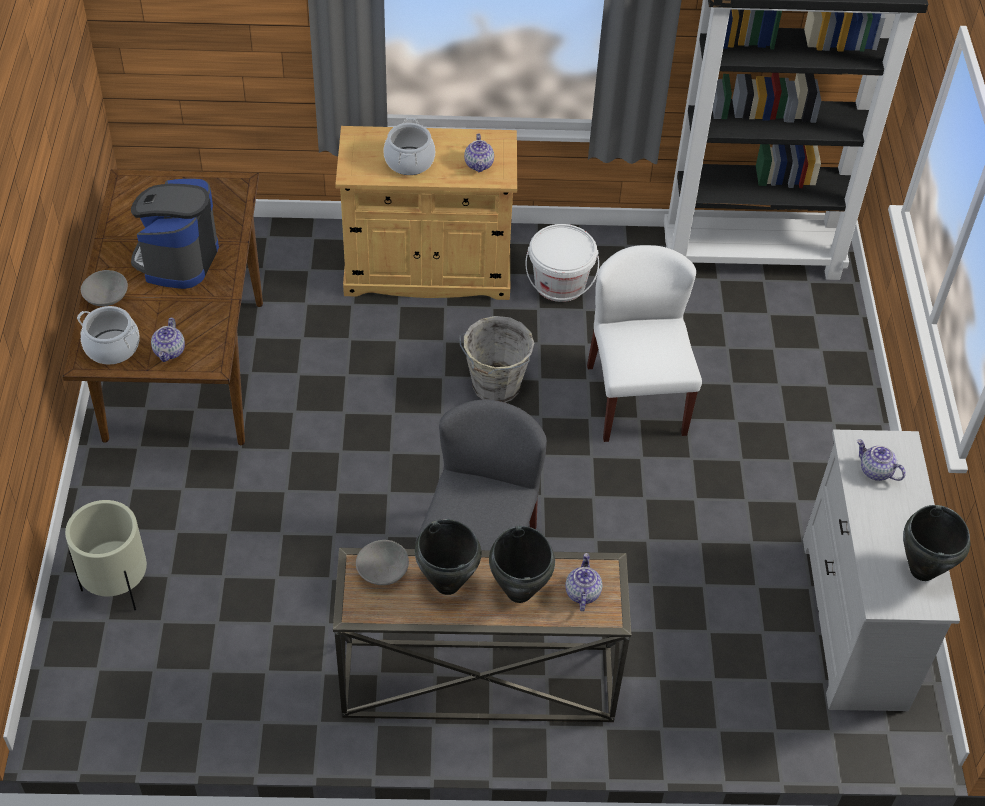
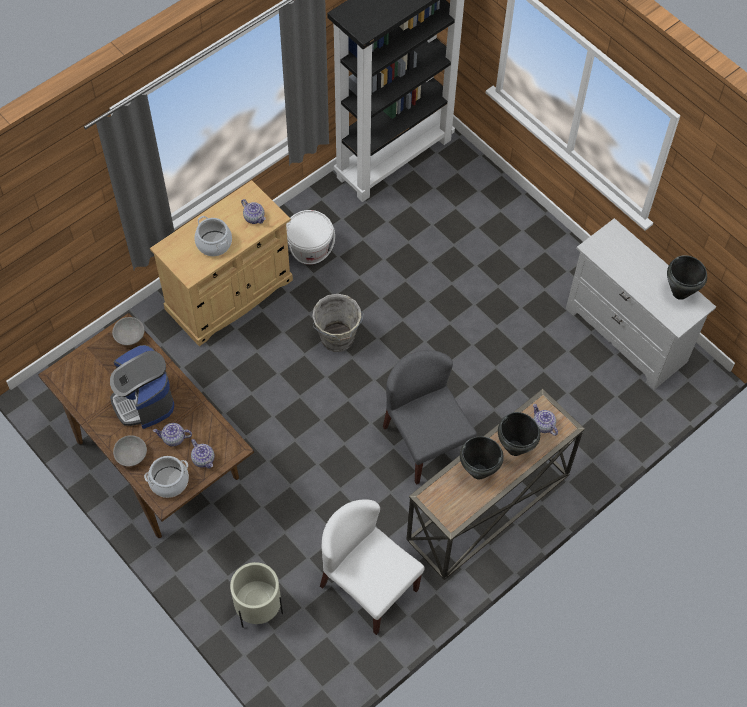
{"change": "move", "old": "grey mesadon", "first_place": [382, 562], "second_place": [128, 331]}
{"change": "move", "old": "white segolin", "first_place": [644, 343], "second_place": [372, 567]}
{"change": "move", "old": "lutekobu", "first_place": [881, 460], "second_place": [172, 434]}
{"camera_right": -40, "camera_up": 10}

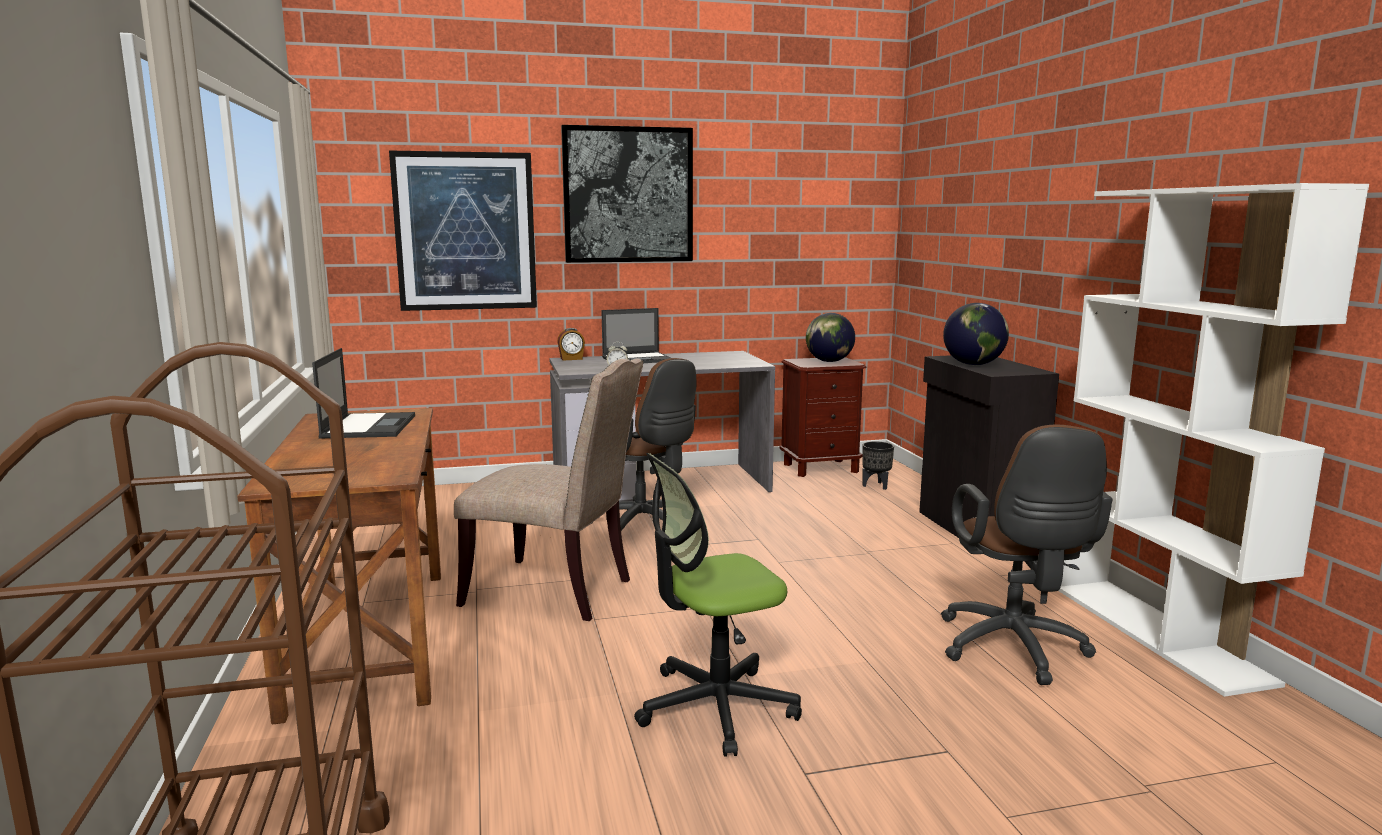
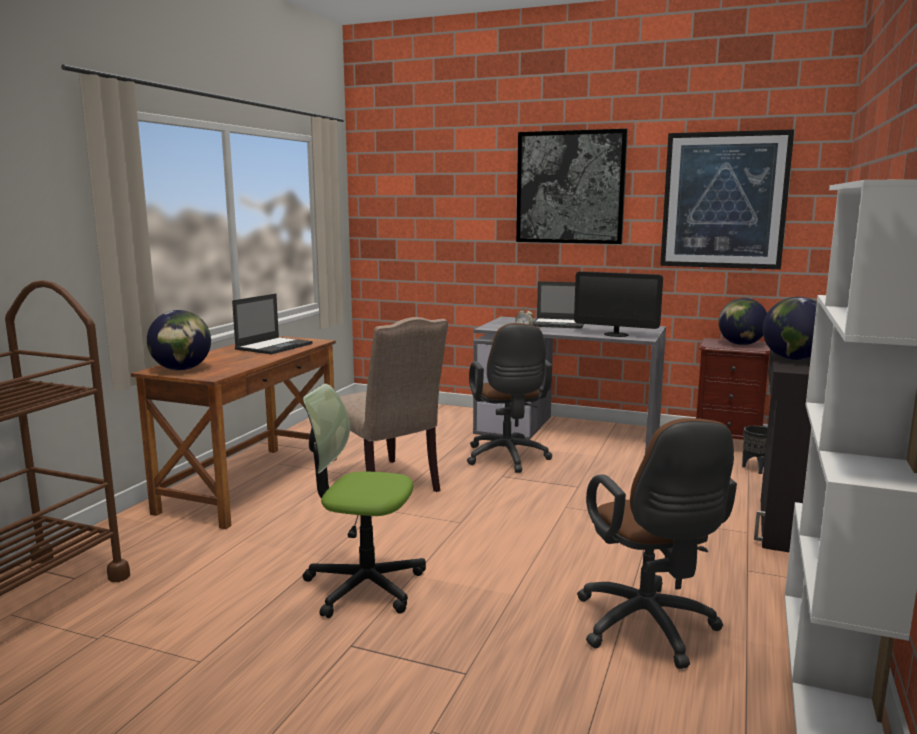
{"change": "move", "old": "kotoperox", "first_place": [463, 231], "second_place": [727, 199]}
{"change": "delete", "old": "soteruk", "first_place": [571, 344]}
{"change": "rotate", "old": "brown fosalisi", "first_place": [1026, 554], "second_place": [657, 543], "degrees": -45}
{"change": "insert", "new": "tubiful", "second_place": [179, 340]}
{"change": "insert", "new": "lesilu", "second_place": [618, 304]}
{"camera_right": 35, "camera_up": 0}

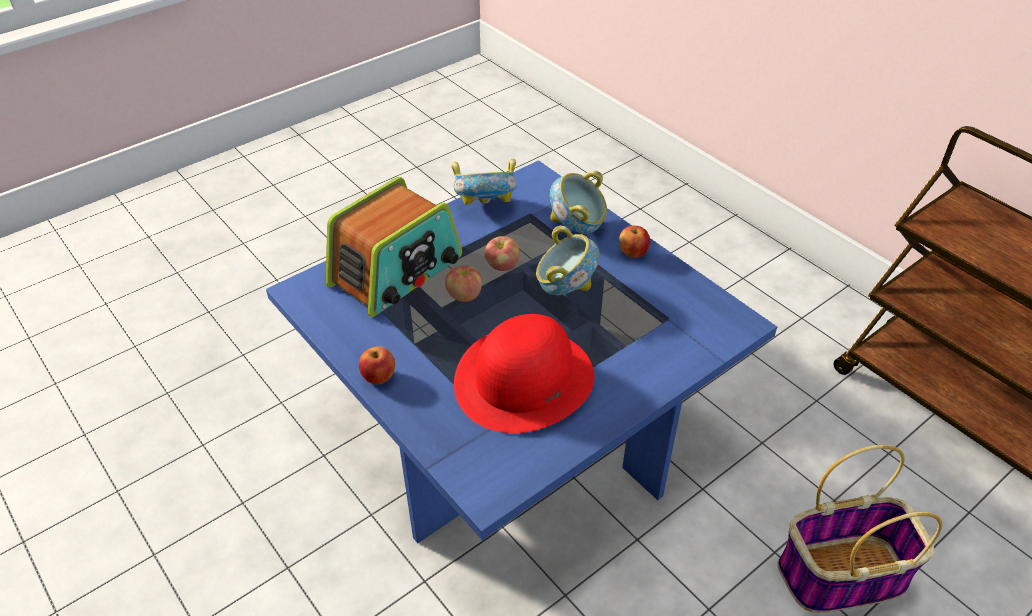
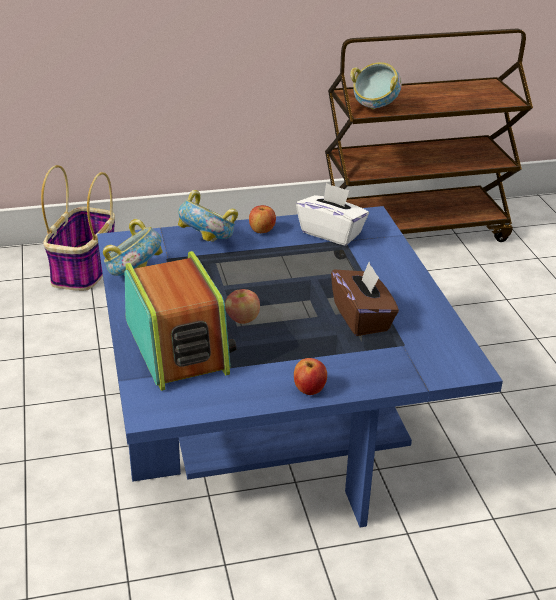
{"change": "replace", "old": "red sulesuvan", "new": "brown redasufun", "first_place": [524, 373], "second_place": [365, 299]}
{"change": "delete", "old": "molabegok", "first_place": [502, 253]}
{"change": "move", "old": "mesadon", "first_place": [568, 260], "second_place": [376, 86]}
{"change": "move", "old": "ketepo", "first_place": [859, 529], "second_place": [78, 228]}
{"change": "insert", "new": "white redasufun", "second_place": [332, 214]}
{"camera_right": -65, "camera_up": -10}

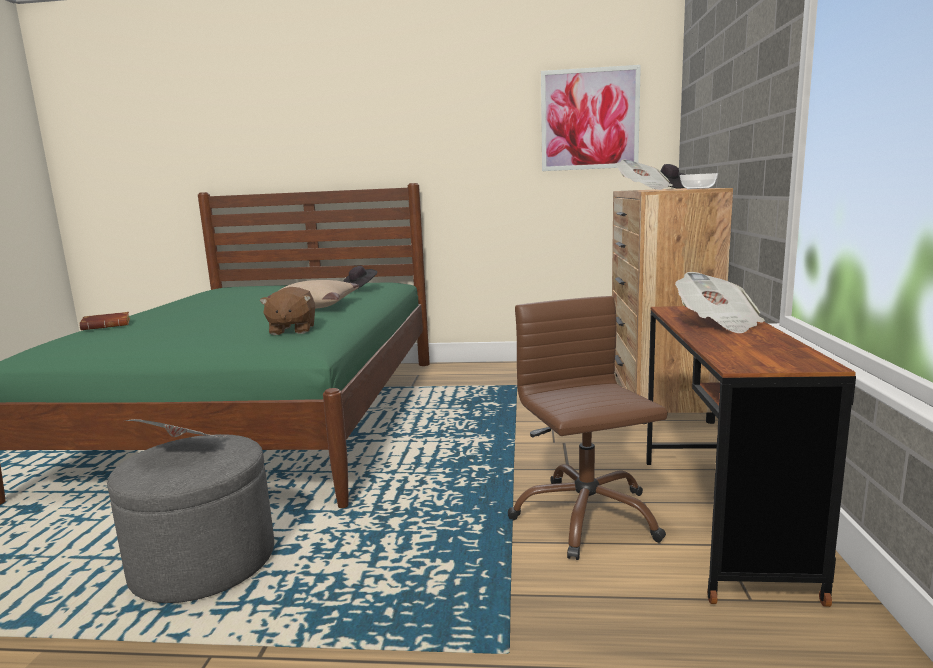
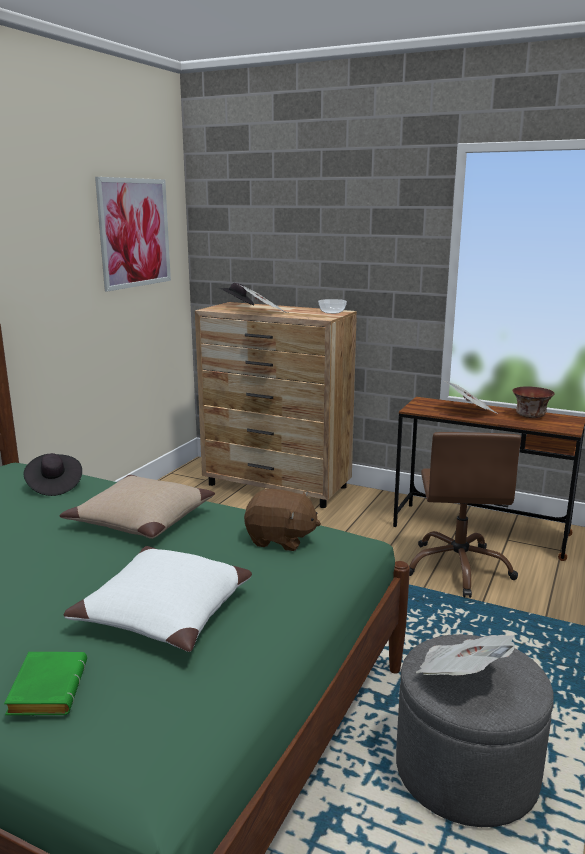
{"change": "recolor", "old": "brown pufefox", "new": "green pufefox", "first_place": [104, 321], "second_place": [45, 683]}
{"change": "rotate", "old": "brown fosalisi", "first_place": [588, 428], "second_place": [465, 515], "degrees": -90}
{"change": "insert", "new": "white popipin", "second_place": [157, 599]}
{"change": "insert", "new": "mesadon", "second_place": [533, 402]}
{"camera_right": -70, "camera_up": 5}

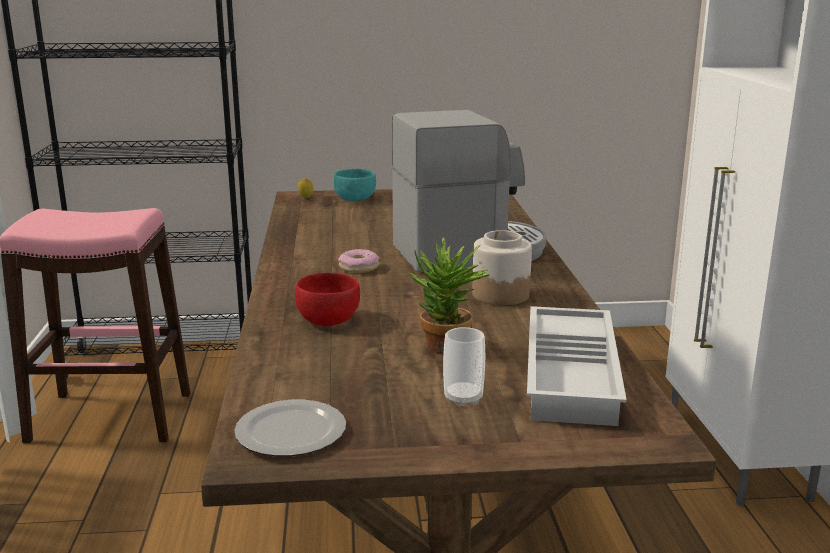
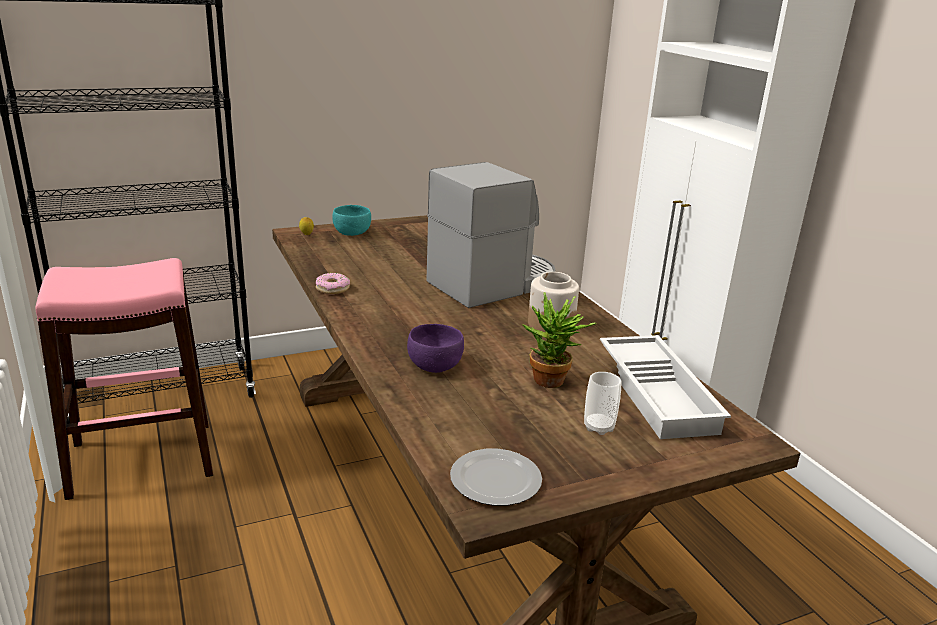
{"change": "recolor", "old": "red mesadon", "new": "purple mesadon", "first_place": [327, 299], "second_place": [435, 348]}
{"change": "move", "old": "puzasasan", "first_place": [359, 261], "second_place": [333, 283]}
{"camera_right": -20, "camera_up": 5}

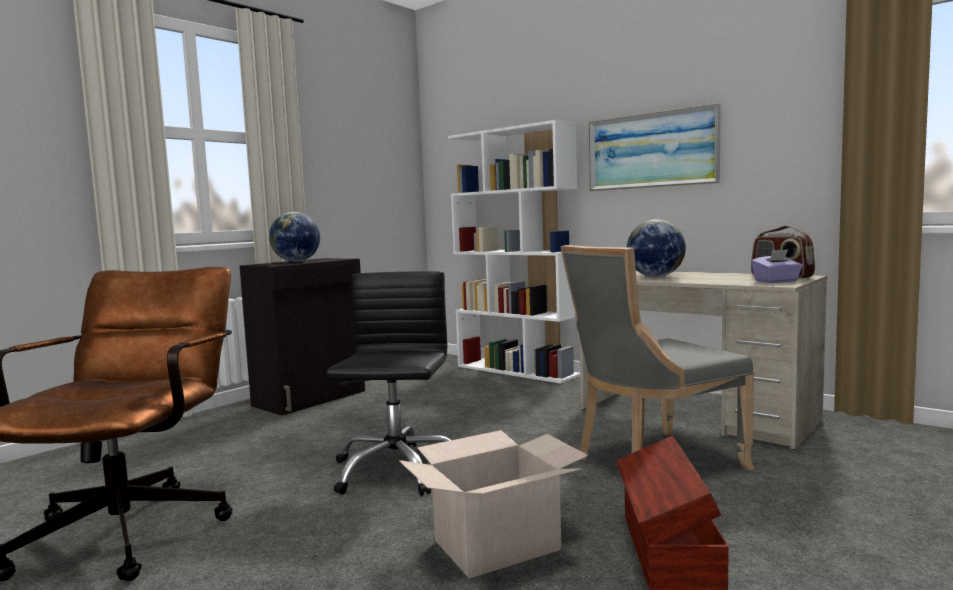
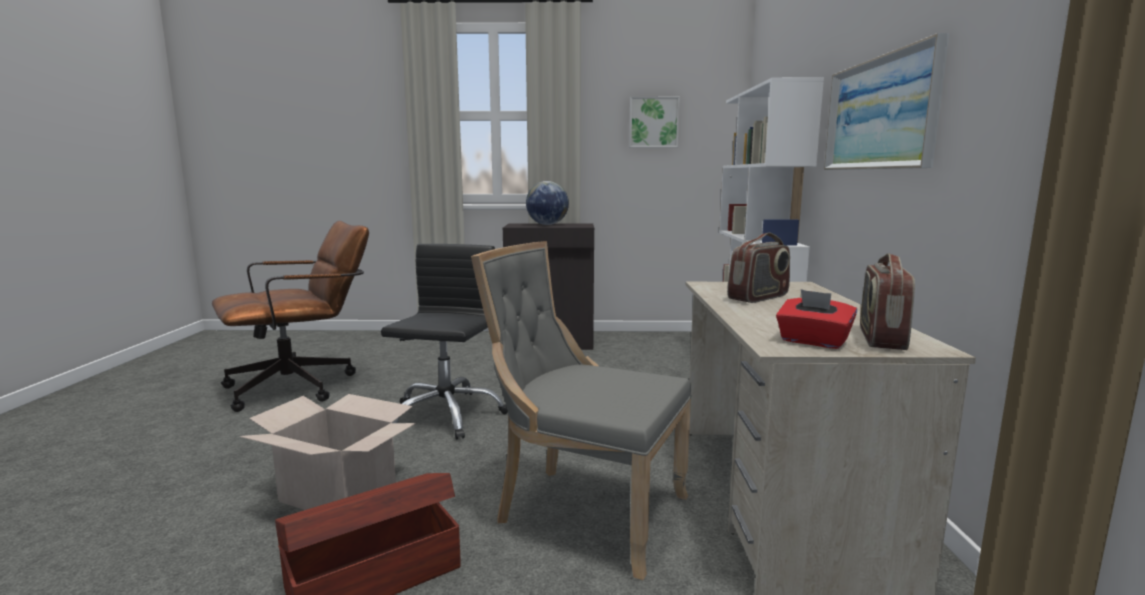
{"change": "rotate", "old": "black fosalisi", "first_place": [388, 383], "second_place": [444, 342], "degrees": -45}
{"change": "replace", "old": "tubiful", "new": "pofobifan", "first_place": [656, 248], "second_place": [758, 267]}
{"change": "recolor", "old": "purple redasufun", "new": "red redasufun", "first_place": [777, 266], "second_place": [816, 319]}
{"change": "insert", "new": "kotoperox", "second_place": [654, 122]}
{"camera_right": 50, "camera_up": 5}

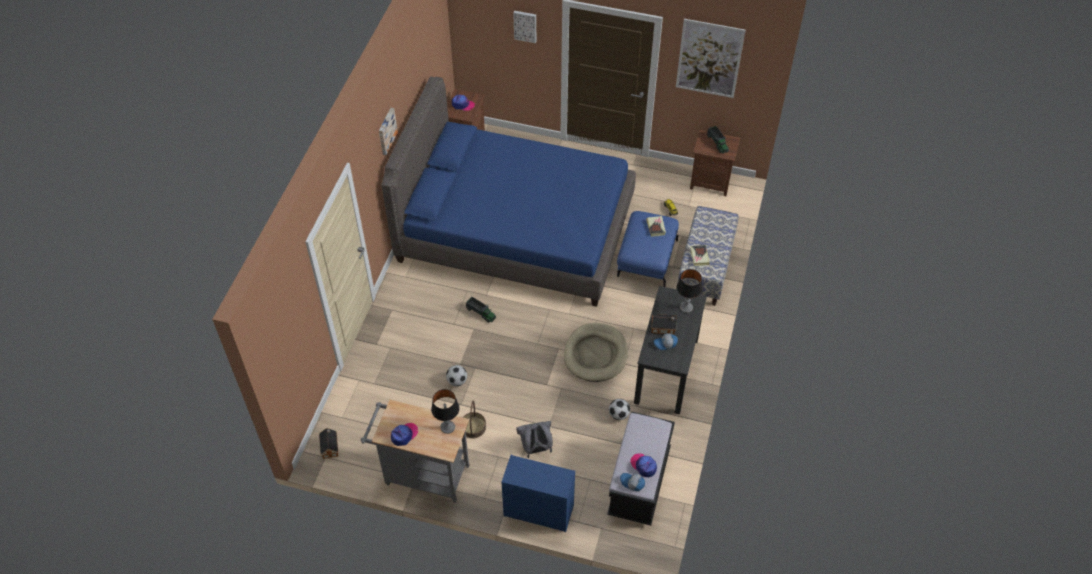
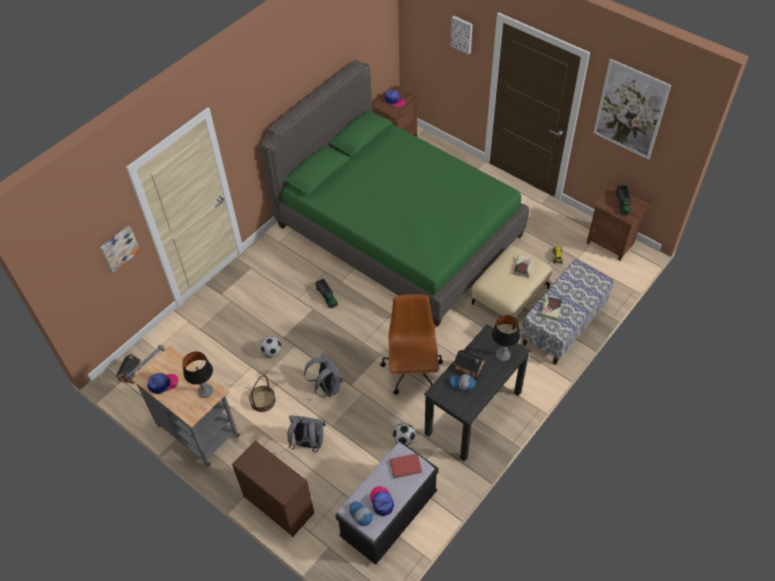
{"change": "move", "old": "kotoperox", "first_place": [388, 131], "second_place": [120, 249]}
{"change": "recolor", "old": "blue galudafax", "new": "green galudafax", "first_place": [508, 192], "second_place": [394, 193]}
{"change": "recolor", "old": "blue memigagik", "new": "brown memigagik", "first_place": [538, 493], "second_place": [273, 488]}
{"change": "replace", "old": "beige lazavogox", "new": "brown fosalisi", "first_place": [596, 352], "second_place": [411, 344]}
{"change": "recolor", "old": "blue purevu", "new": "beige purevu", "first_place": [648, 249], "second_place": [511, 288]}
{"change": "insert", "new": "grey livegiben", "second_place": [323, 375]}
{"change": "insert", "new": "red pufefox", "second_place": [406, 465]}
{"camera_right": 25, "camera_up": 0}

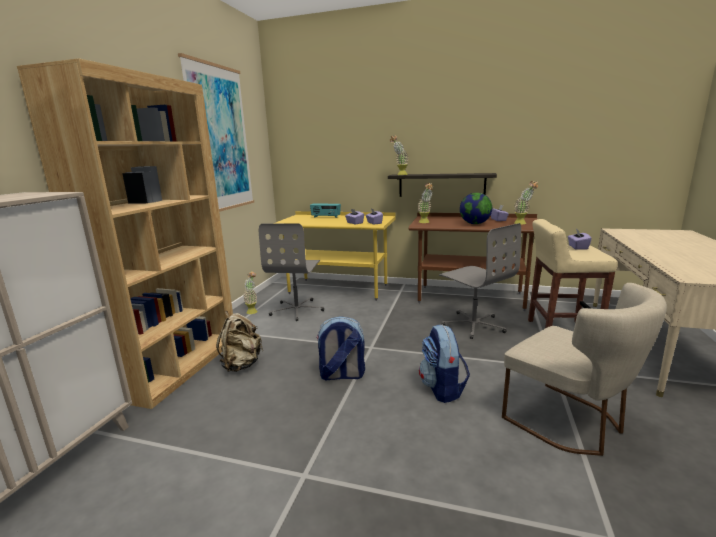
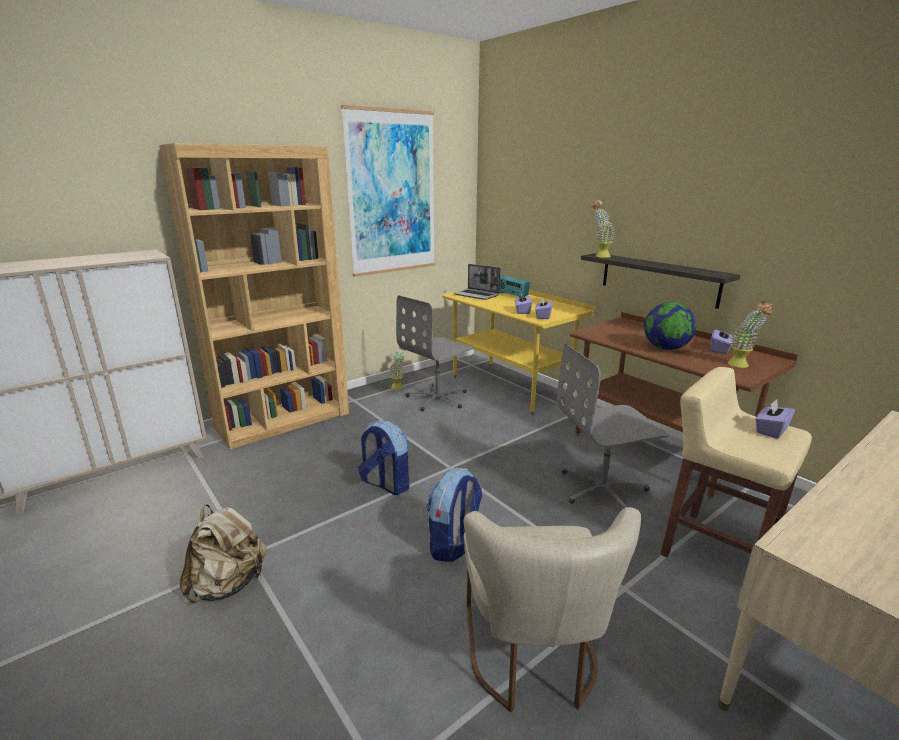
{"change": "move", "old": "beige livegiben", "first_place": [239, 341], "second_place": [223, 553]}
{"change": "delete", "old": "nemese", "first_place": [425, 203]}
{"change": "rotate", "old": "grey fosalisi", "first_place": [480, 281], "second_place": [613, 426], "degrees": 75}
{"change": "insert", "new": "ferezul", "second_place": [477, 282]}
{"camera_right": 35, "camera_up": 5}

